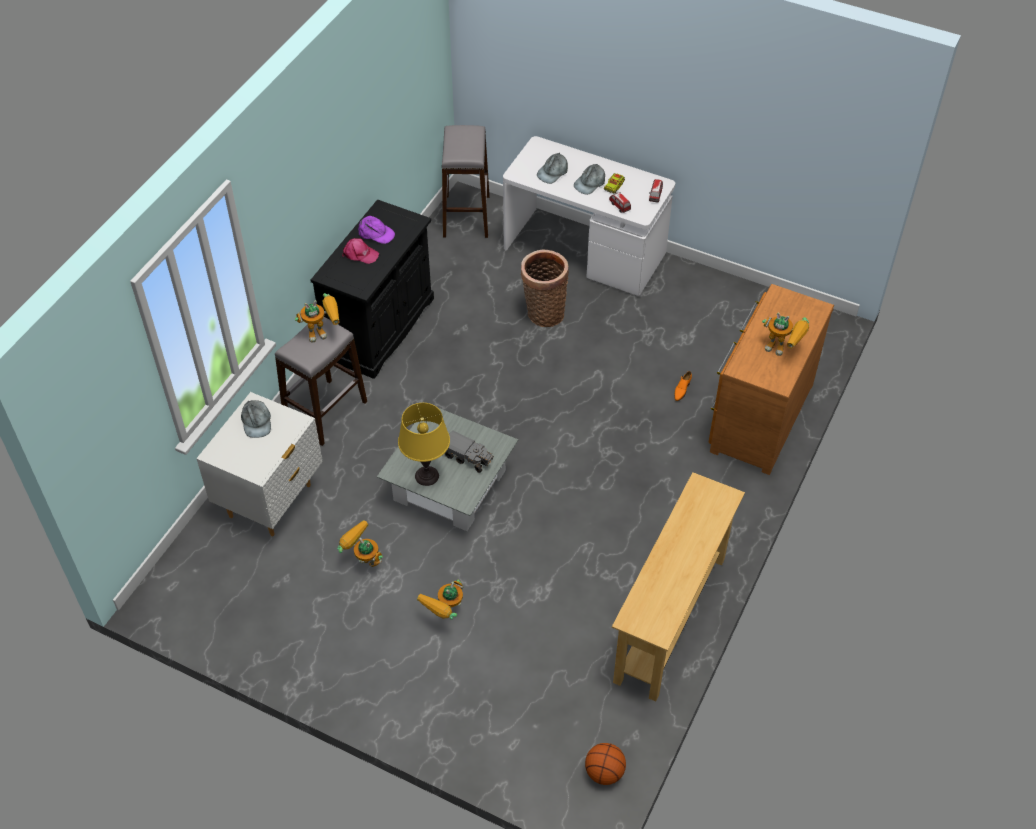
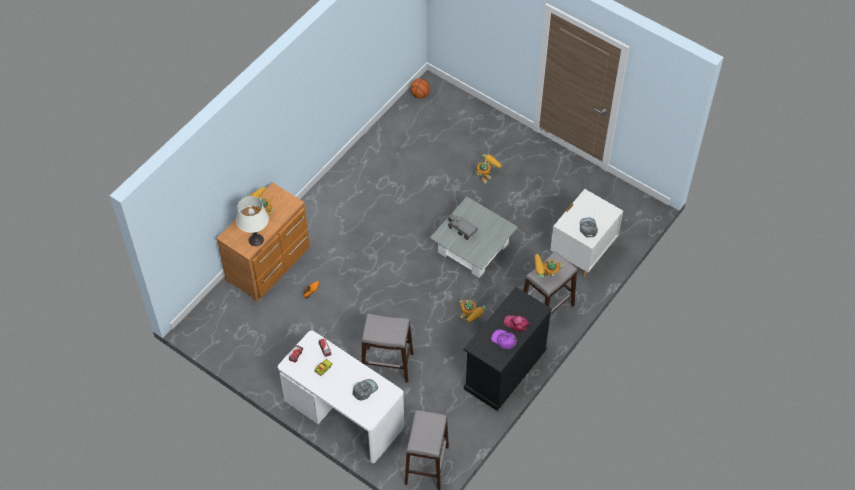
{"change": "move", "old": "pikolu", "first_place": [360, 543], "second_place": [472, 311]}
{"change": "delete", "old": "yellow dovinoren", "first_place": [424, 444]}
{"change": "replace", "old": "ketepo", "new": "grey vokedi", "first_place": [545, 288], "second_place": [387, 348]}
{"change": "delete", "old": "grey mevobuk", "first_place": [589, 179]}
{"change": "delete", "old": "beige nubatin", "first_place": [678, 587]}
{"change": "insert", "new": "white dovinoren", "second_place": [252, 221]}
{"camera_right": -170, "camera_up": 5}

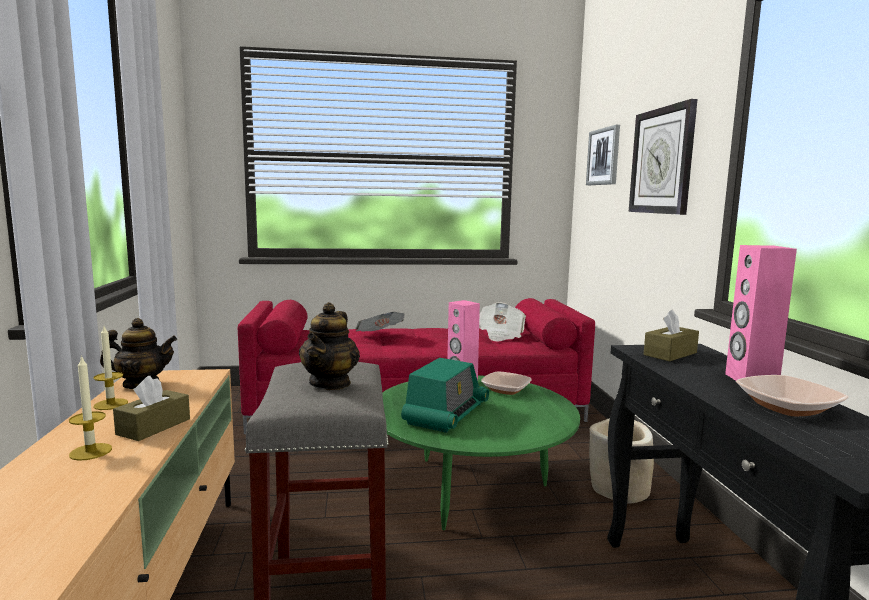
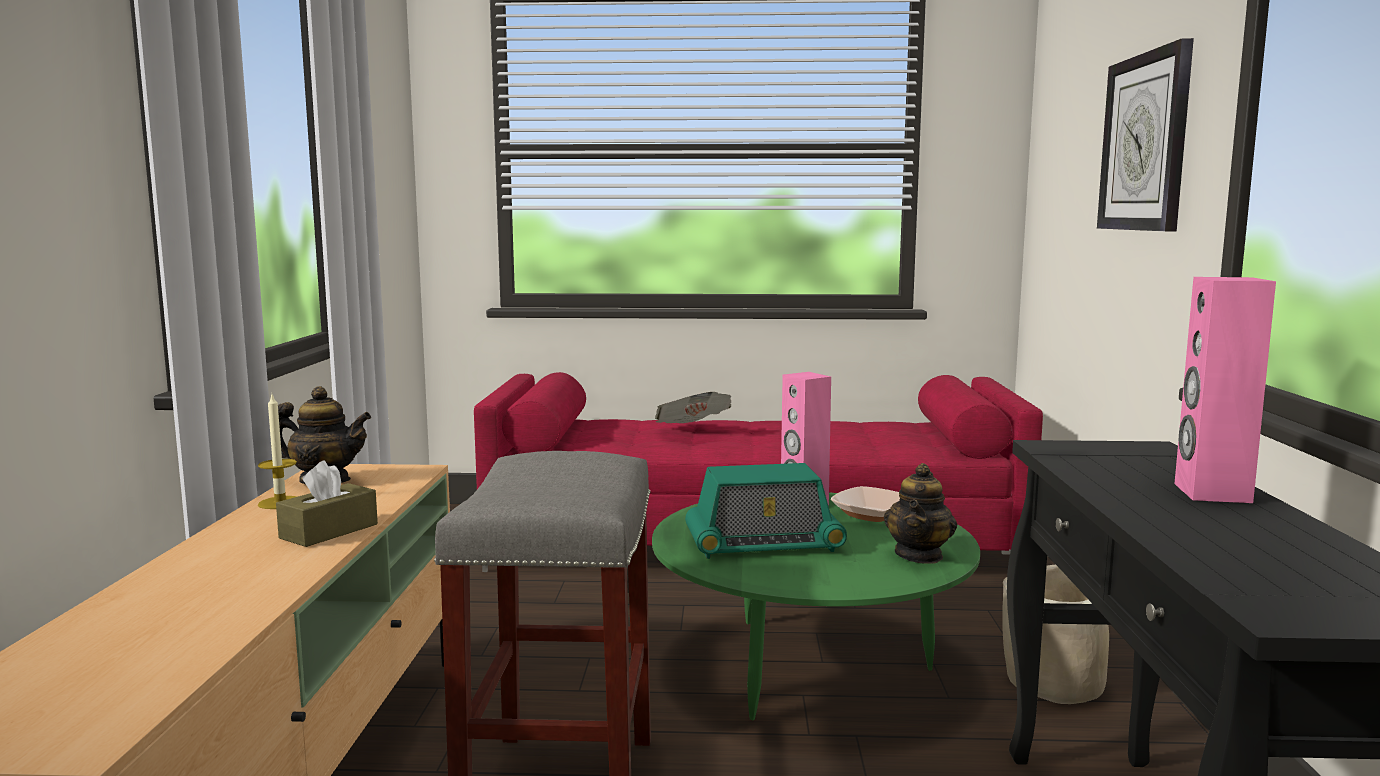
{"change": "delete", "old": "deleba", "first_place": [90, 408]}
{"change": "move", "old": "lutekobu", "first_place": [329, 346], "second_place": [920, 513]}
{"change": "rotate", "old": "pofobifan", "first_place": [445, 395], "second_place": [766, 511], "degrees": 45}
{"change": "delete", "old": "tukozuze", "first_place": [502, 321]}
{"change": "delete", "old": "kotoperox", "first_place": [603, 155]}
{"change": "delete", "old": "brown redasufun", "first_place": [671, 335]}
{"change": "delete", "old": "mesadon", "first_place": [792, 395]}
{"camera_right": 10, "camera_up": 0}

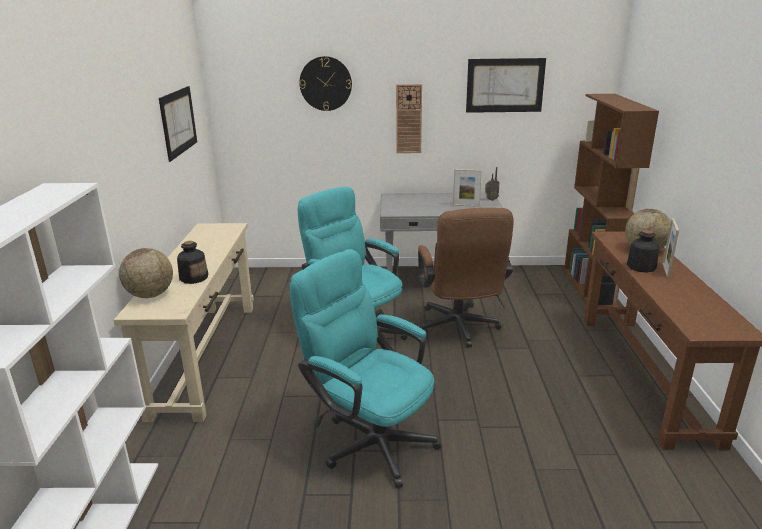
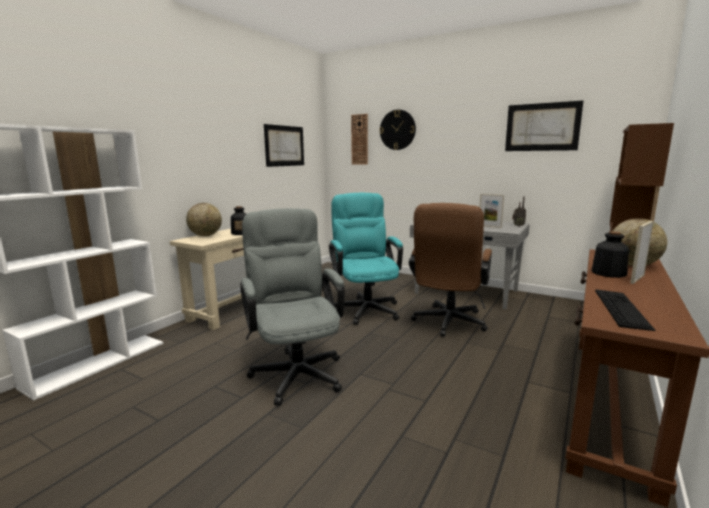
{"change": "recolor", "old": "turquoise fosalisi", "new": "grey fosalisi", "first_place": [365, 368], "second_place": [292, 307]}
{"change": "move", "old": "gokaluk", "first_place": [409, 118], "second_place": [359, 139]}
{"change": "insert", "new": "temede", "second_place": [625, 310]}
{"camera_right": 30, "camera_up": -10}

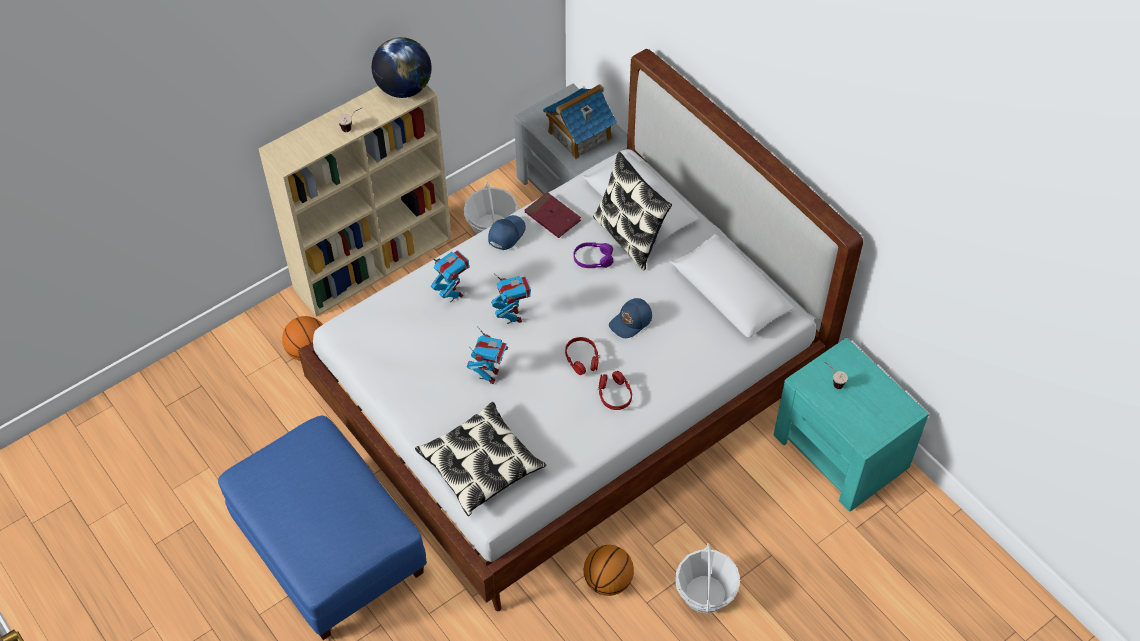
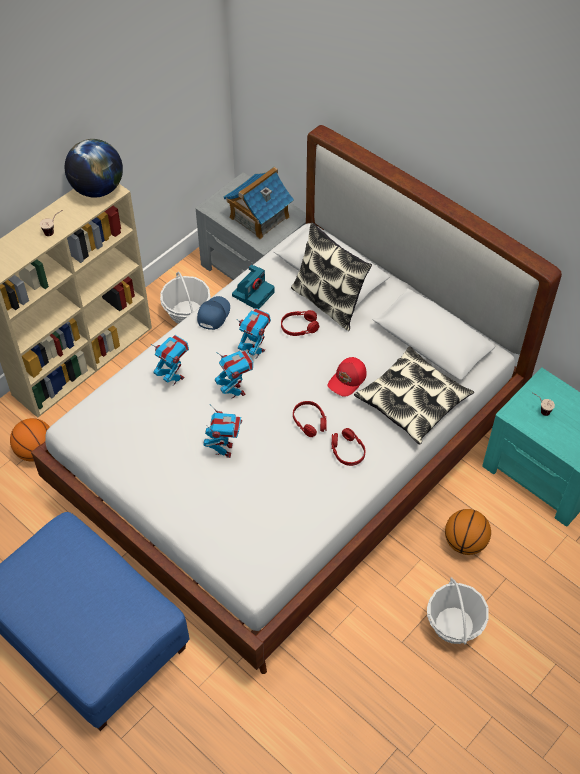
{"change": "move", "old": "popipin", "first_place": [481, 459], "second_place": [414, 395]}
{"change": "replace", "old": "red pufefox", "new": "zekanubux", "first_place": [553, 215], "second_place": [253, 286]}
{"change": "recolor", "old": "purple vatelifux", "new": "red vatelifux", "first_place": [593, 255], "second_place": [300, 323]}
{"change": "move", "old": "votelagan", "first_place": [609, 570], "second_place": [468, 532]}
{"change": "recolor", "old": "blue mevobuk", "new": "red mevobuk", "first_place": [630, 318], "second_place": [347, 377]}
{"change": "insert", "new": "pikolu", "second_place": [254, 333]}
{"camera_right": -10, "camera_up": 0}

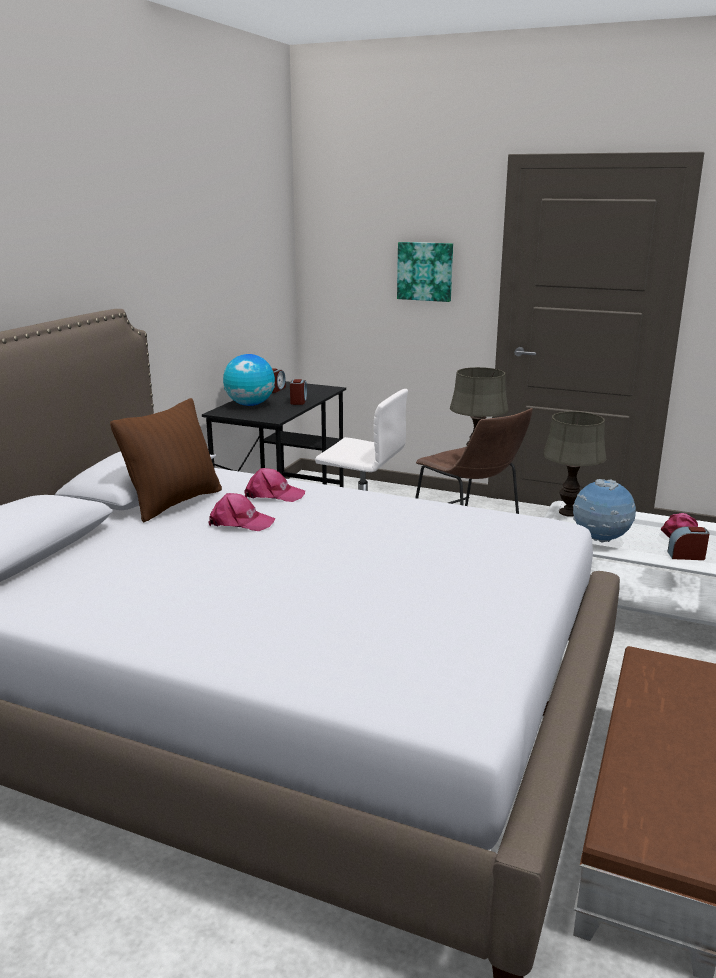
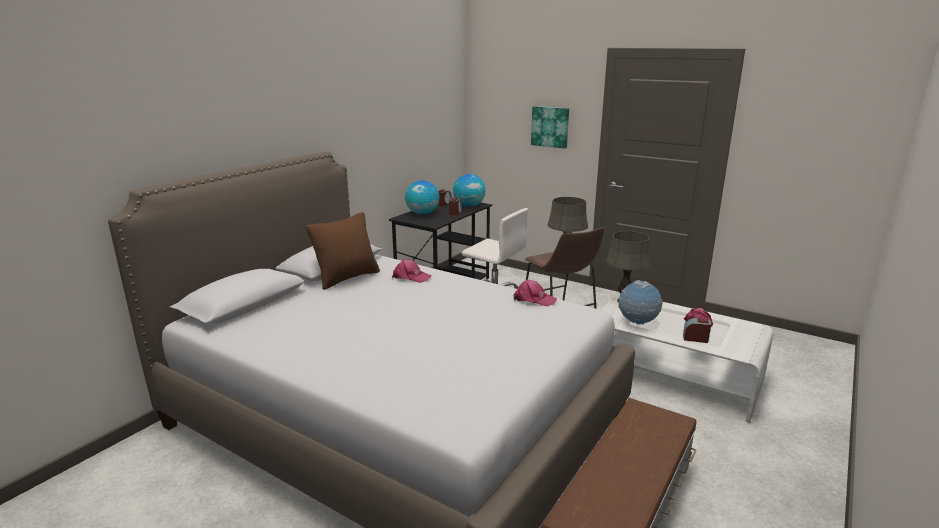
{"change": "move", "old": "pink mevobuk", "first_place": [241, 512], "second_place": [535, 293]}
{"change": "insert", "new": "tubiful", "second_place": [469, 190]}
{"camera_right": 10, "camera_up": 0}

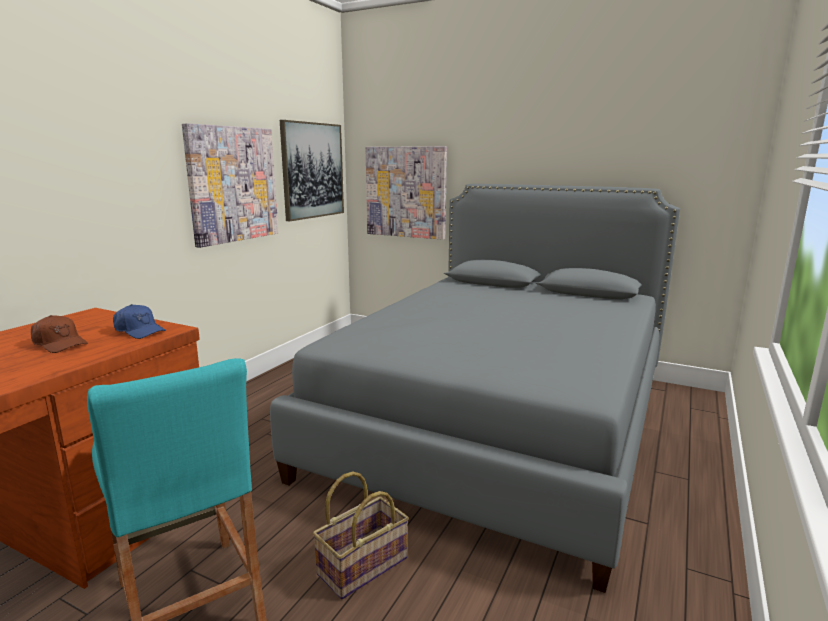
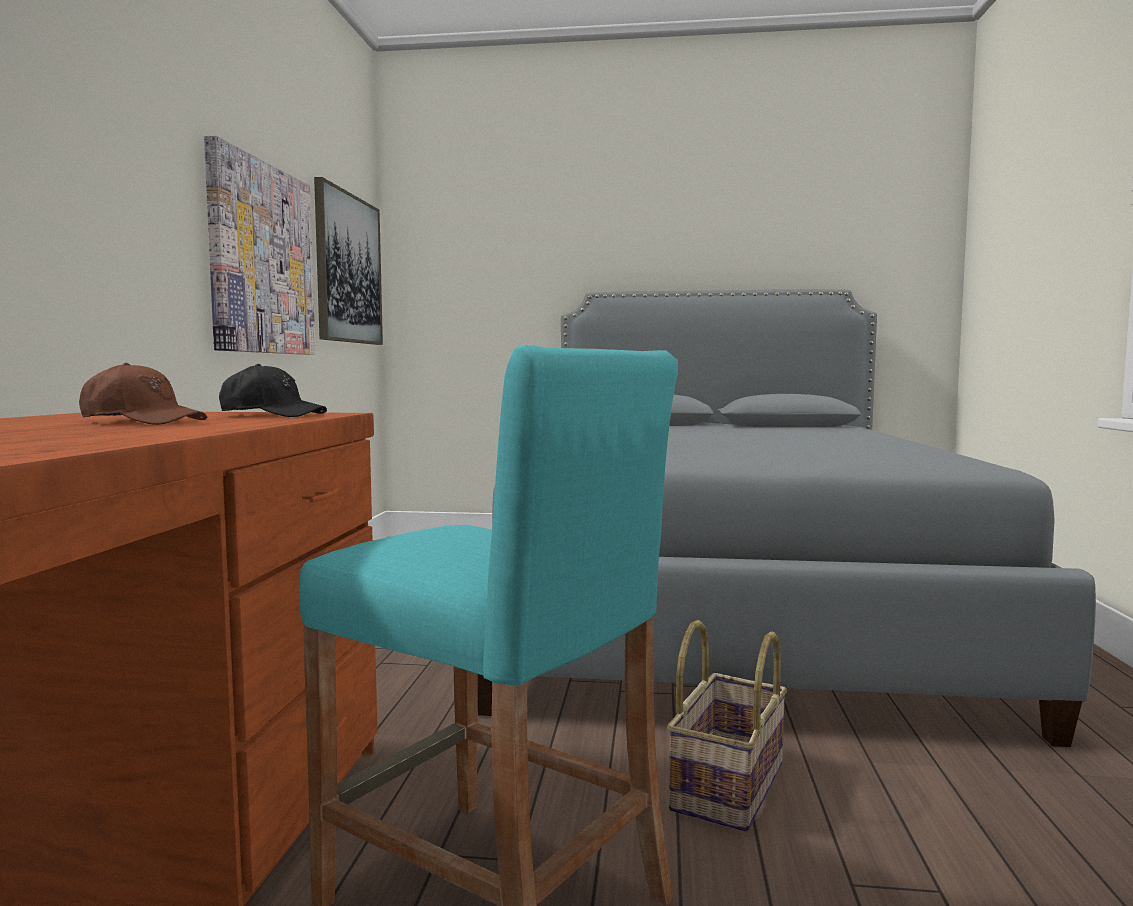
{"change": "recolor", "old": "blue mevobuk", "new": "black mevobuk", "first_place": [139, 321], "second_place": [273, 390]}
{"change": "delete", "old": "kotoperox", "first_place": [406, 193]}
{"camera_right": -20, "camera_up": -10}

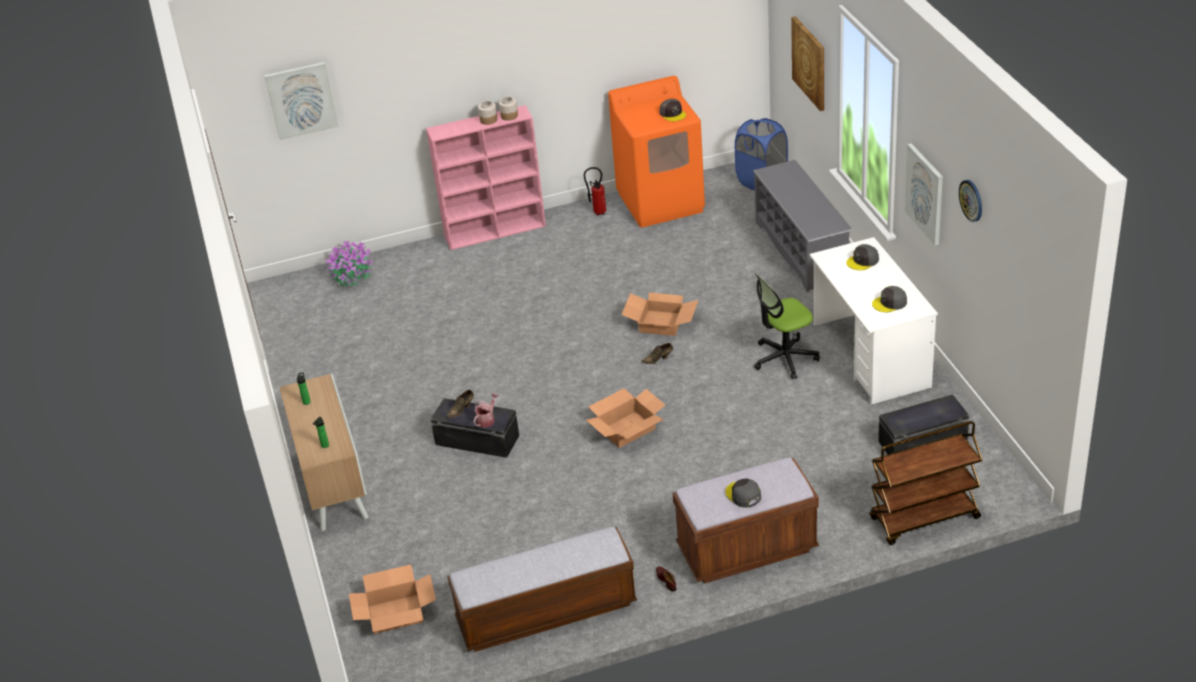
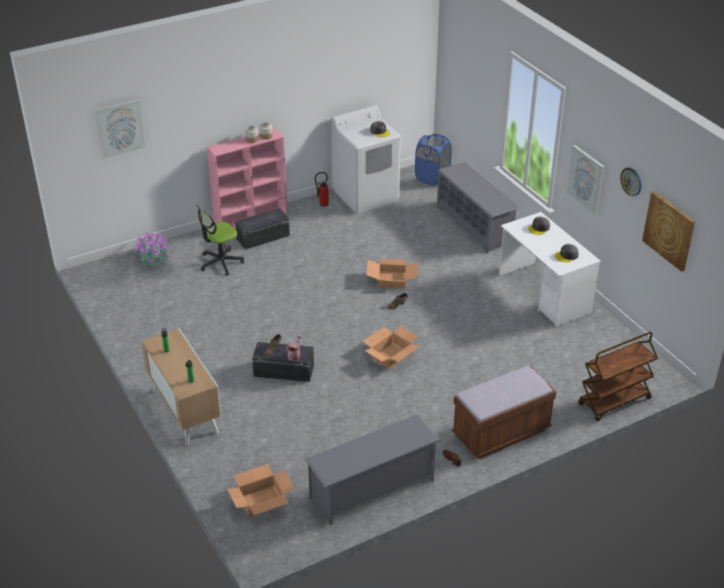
{"change": "replace", "old": "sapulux", "new": "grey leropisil", "first_place": [542, 589], "second_place": [373, 469]}
{"change": "recolor", "old": "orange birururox", "new": "white birururox", "first_place": [656, 152], "second_place": [366, 159]}
{"change": "delete", "old": "grey mevobuk", "first_place": [743, 493]}
{"change": "move", "old": "fosalisi", "first_place": [787, 326], "second_place": [220, 240]}
{"change": "move", "old": "kotoperox", "first_place": [807, 63], "second_place": [668, 232]}
{"change": "move", "old": "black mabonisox", "first_place": [923, 424], "second_place": [262, 229]}
{"camera_right": -15, "camera_up": 0}

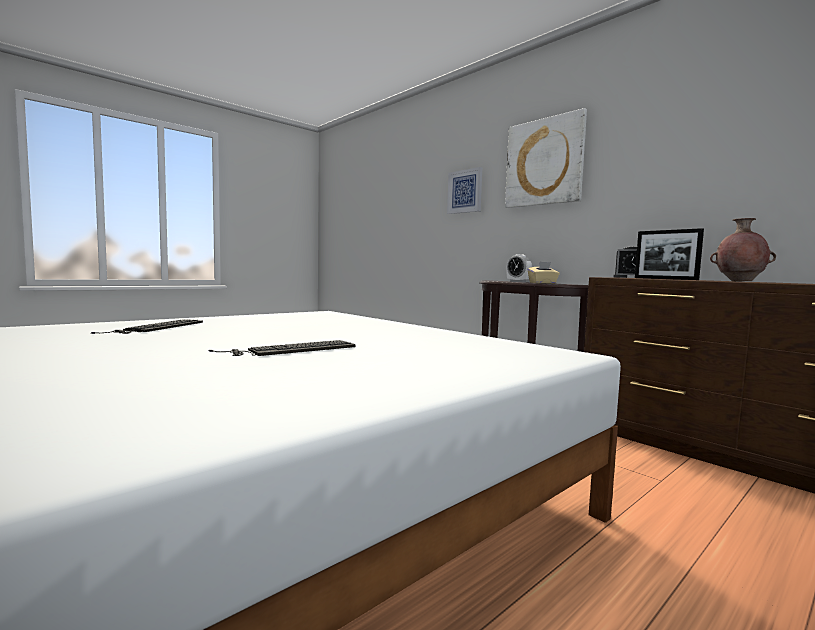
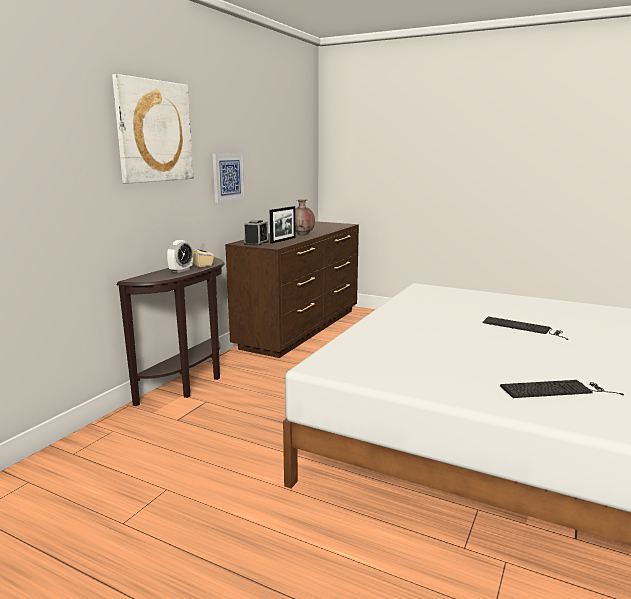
{"change": "move", "old": "kotoperox", "first_place": [464, 190], "second_place": [229, 178]}
{"camera_right": -110, "camera_up": 10}

